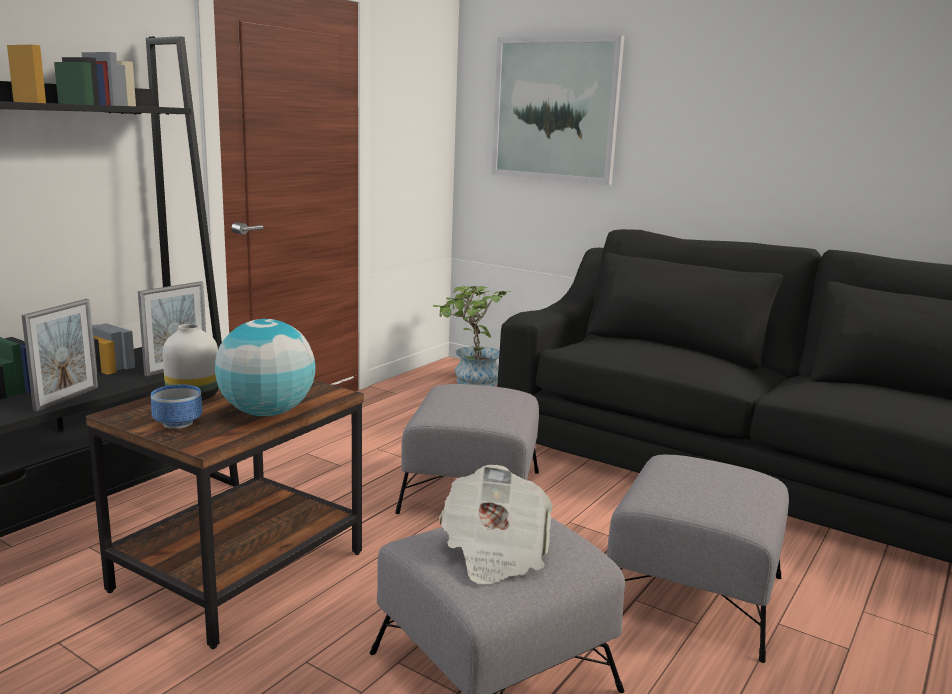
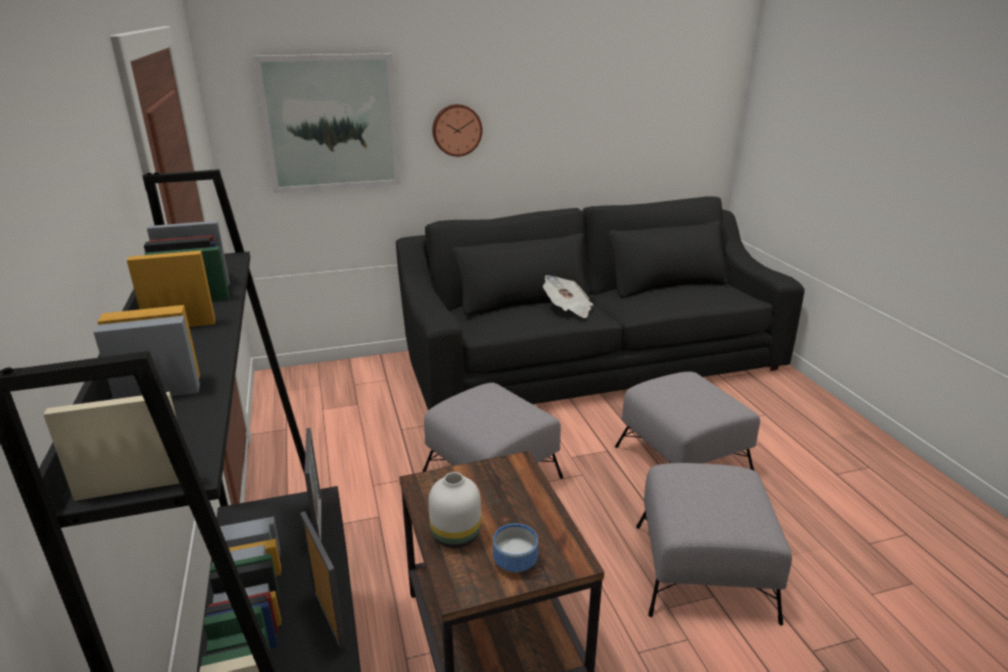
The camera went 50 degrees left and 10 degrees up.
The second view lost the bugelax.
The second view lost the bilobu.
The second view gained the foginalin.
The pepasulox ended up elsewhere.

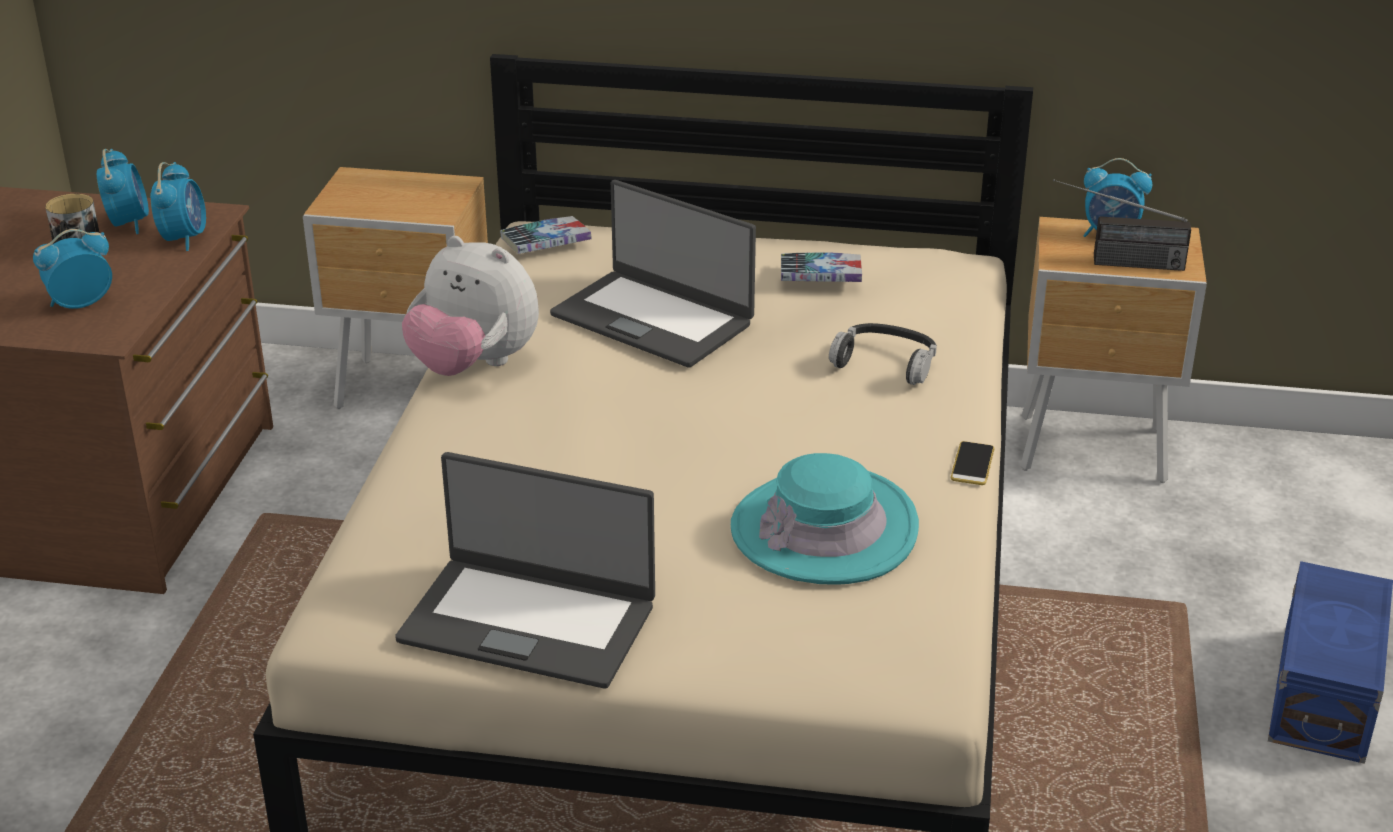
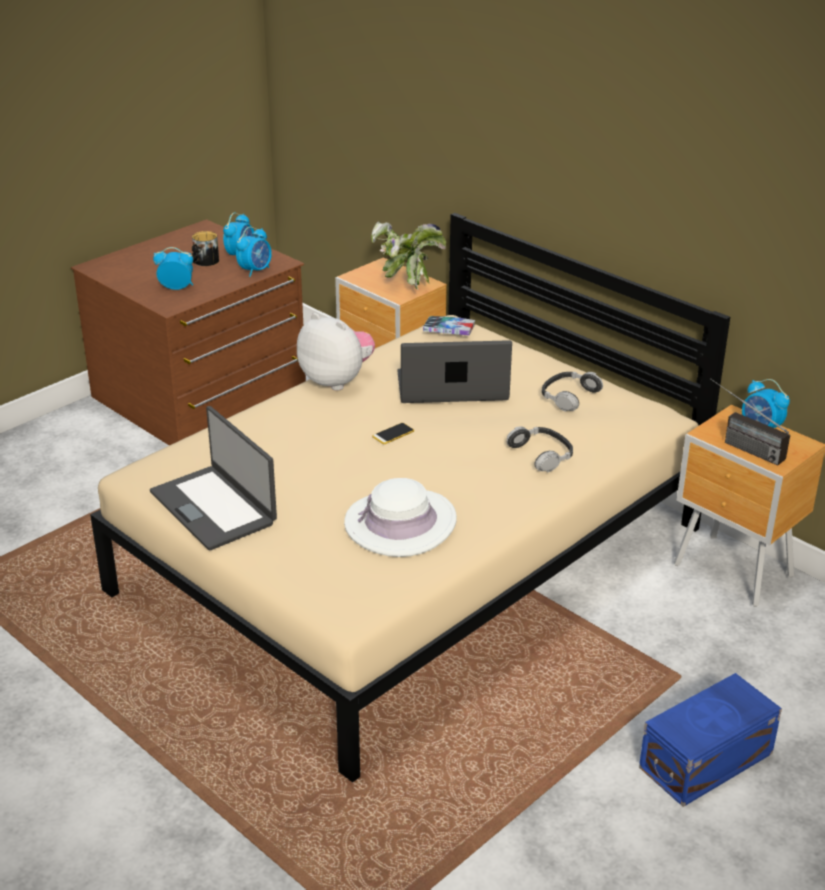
The camera went 35 degrees right and 0 degrees up.
The second view gained the bilobu.
The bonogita ended up elsewhere.
Where the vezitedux (2nd from left) stood, the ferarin (2nd from left) came to stand.
What was the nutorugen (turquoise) turned into the nutorugen (white).
The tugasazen ended up facing another way, 150 degrees clockwise from before.
The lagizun (2nd from left) ended up facing another way, 105 degrees clockwise from before.

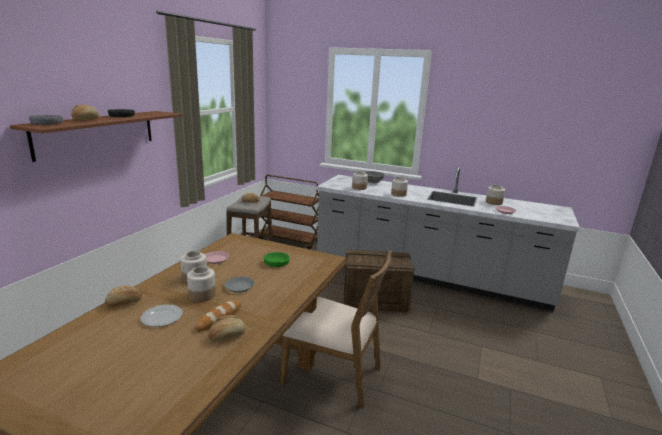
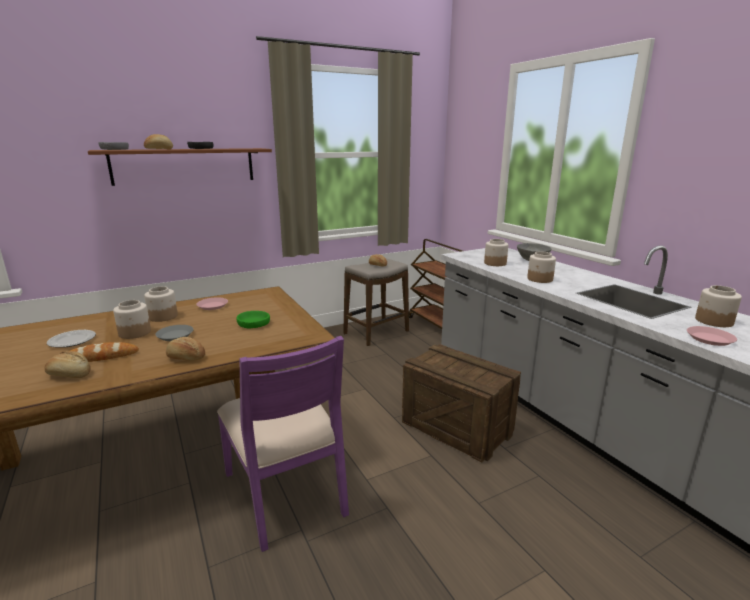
The camera went 40 degrees right and 0 degrees up.
The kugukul (2nd from left in the first image) ended up elsewhere.
What was the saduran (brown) turned into the saduran (purple).

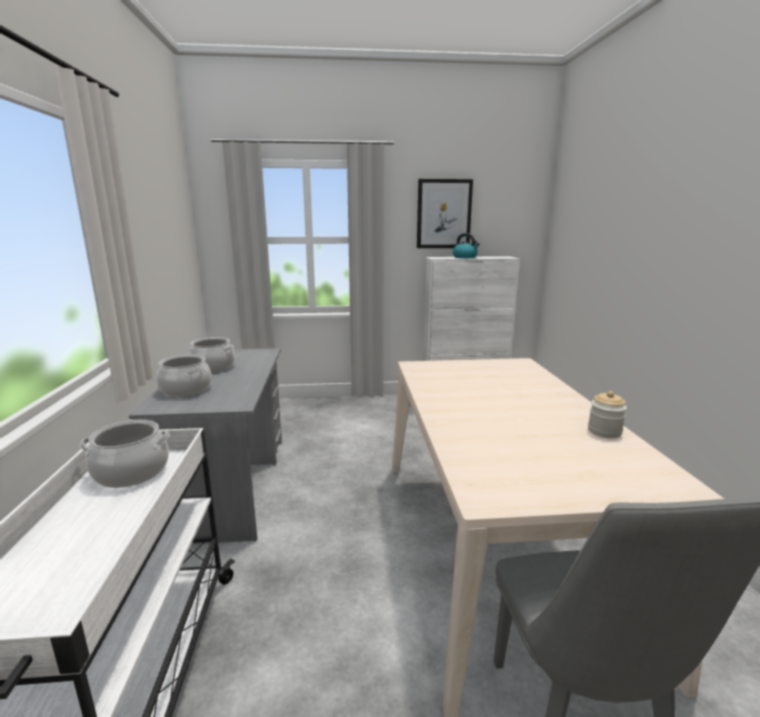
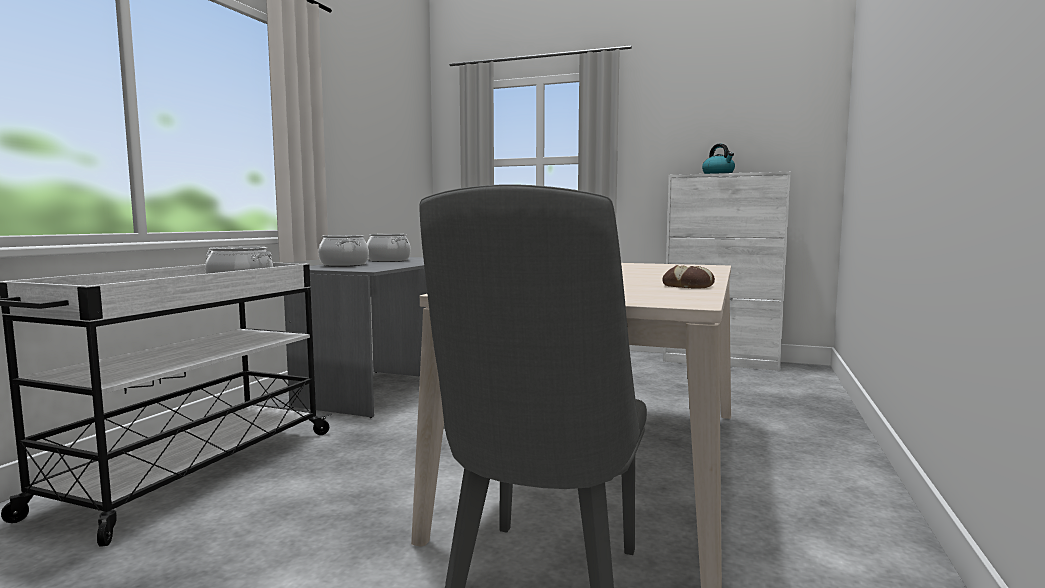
The camera went 25 degrees right and 10 degrees down.
The second view lost the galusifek.
Where the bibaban stood, the kugukul came to stand.

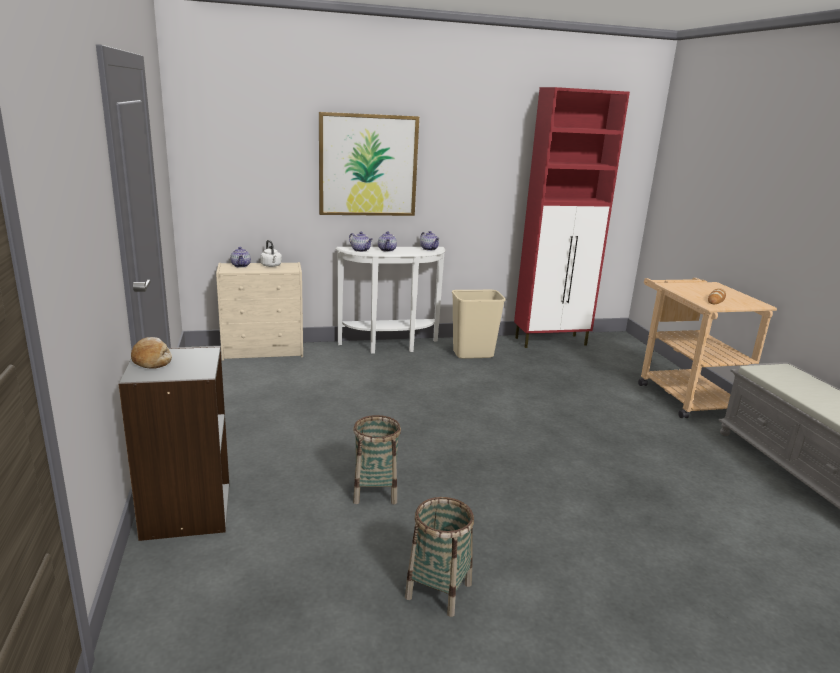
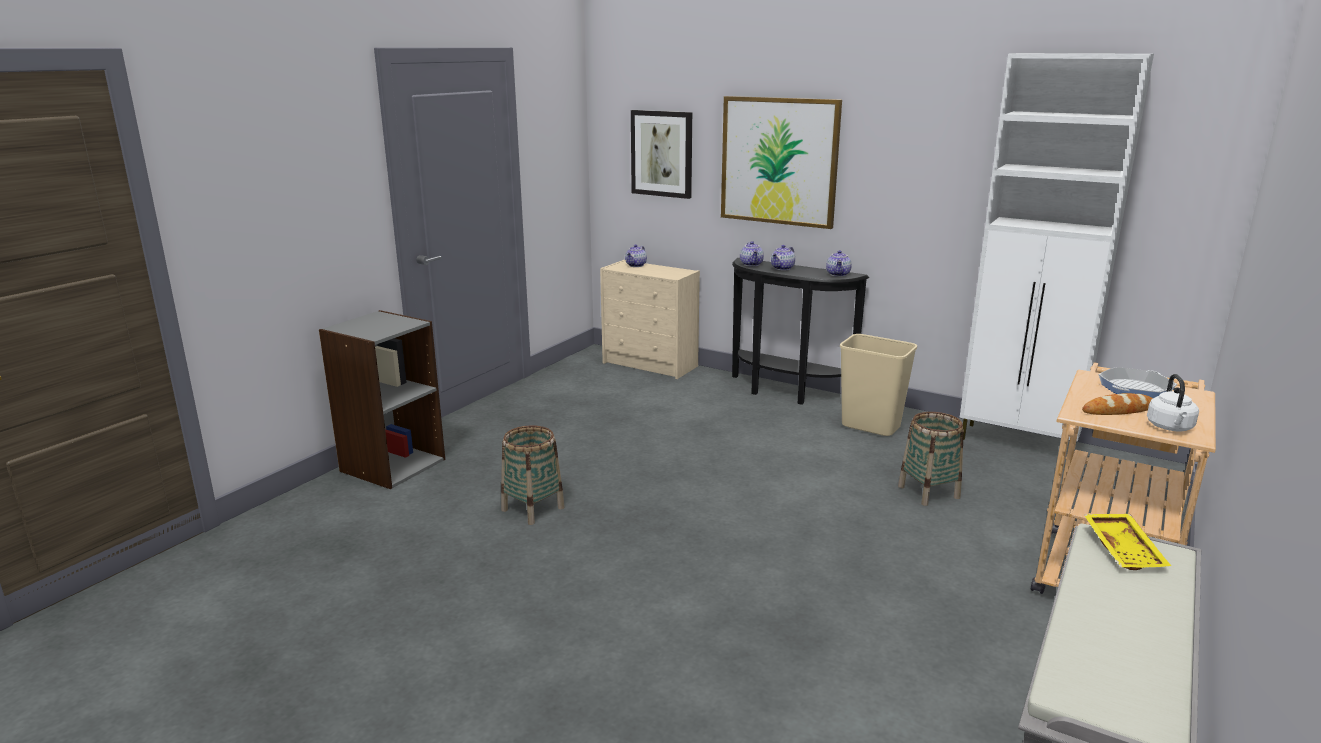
The camera went 45 degrees right and 0 degrees up.
The second view lost the kugukul (1st from left).
The second view gained the galusifek (1st from left).
The second view gained the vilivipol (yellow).
The second view gained the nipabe.
The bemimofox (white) ended up elsewhere.
The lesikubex (2nd from left) ended up elsewhere.
What was the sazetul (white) turned into the sazetul (black).
What was the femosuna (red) turned into the femosuna (white).

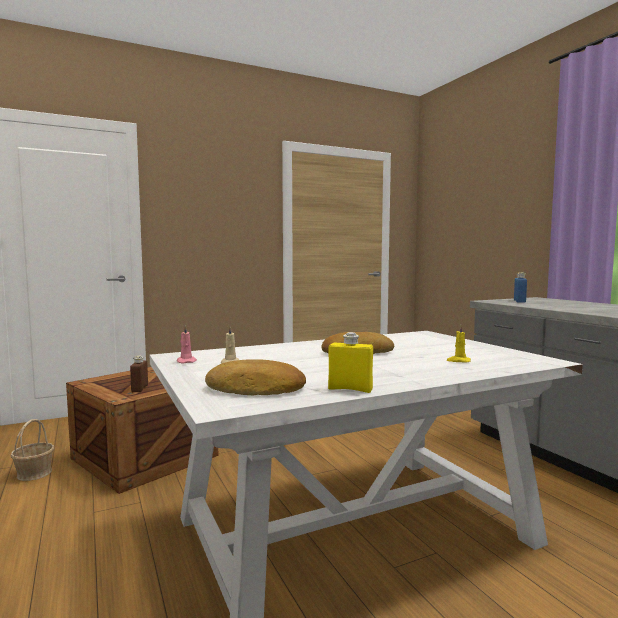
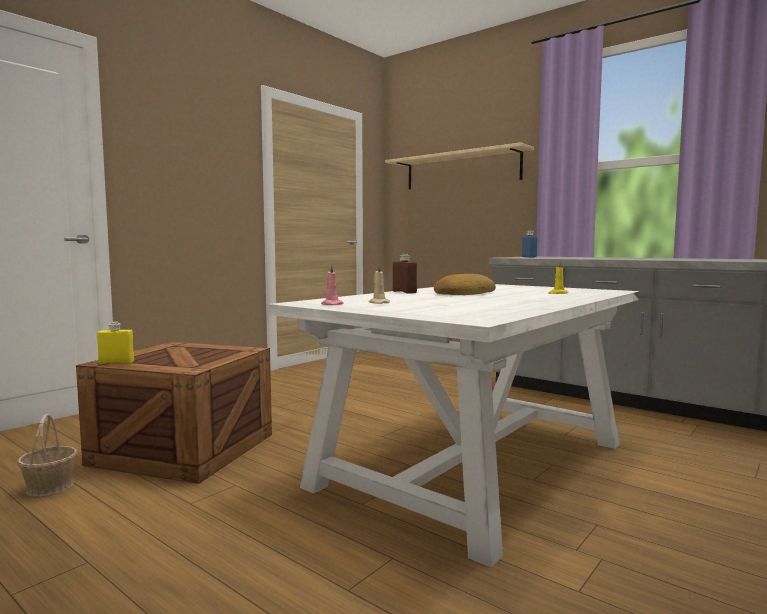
The camera went 25 degrees left and 0 degrees up.
The second view lost the kugukul (1st from left).
The second view gained the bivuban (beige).
The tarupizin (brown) ended up elsewhere.
The tarupizin (yellow) ended up elsewhere.

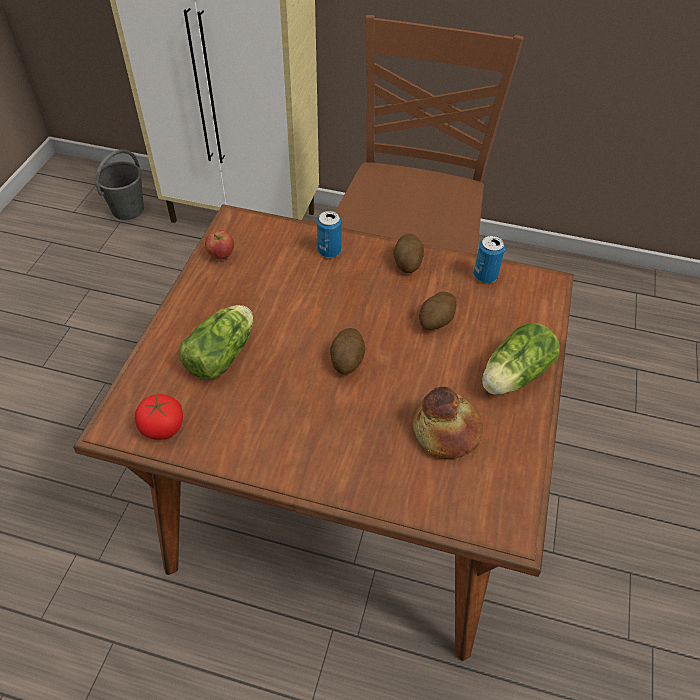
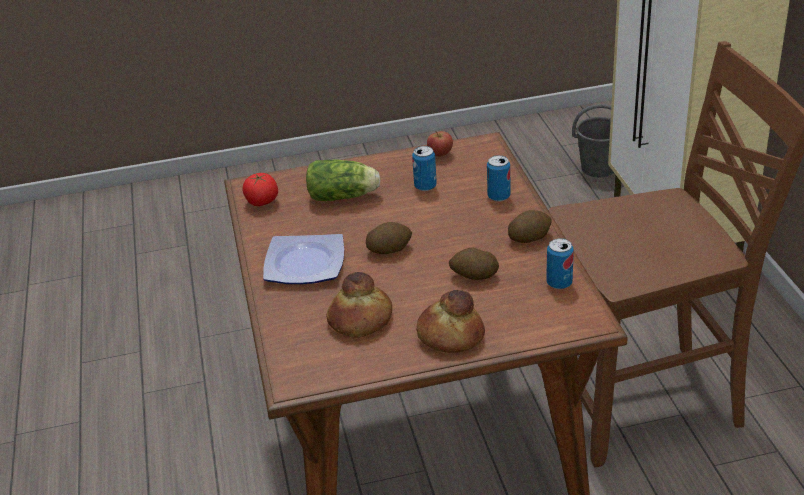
The camera went 65 degrees right and 15 degrees down.
The second view gained the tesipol.
The second view gained the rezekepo (1st from left).
Where the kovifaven (2nd from left) stood, the kugukul (2nd from left) came to stand.

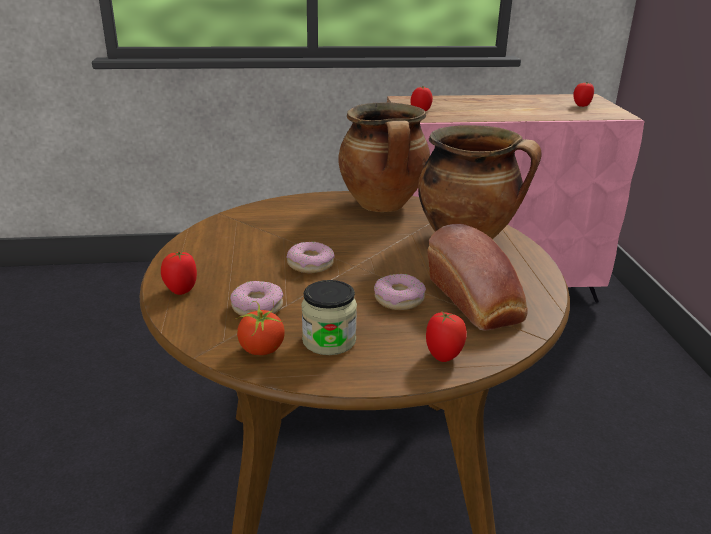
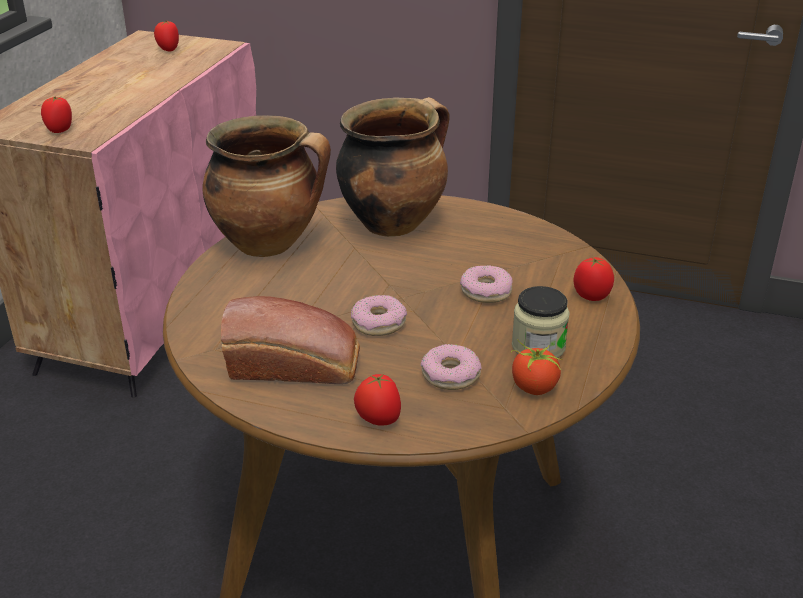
The camera went 65 degrees left and 5 degrees up.
The kugukul ended up elsewhere.

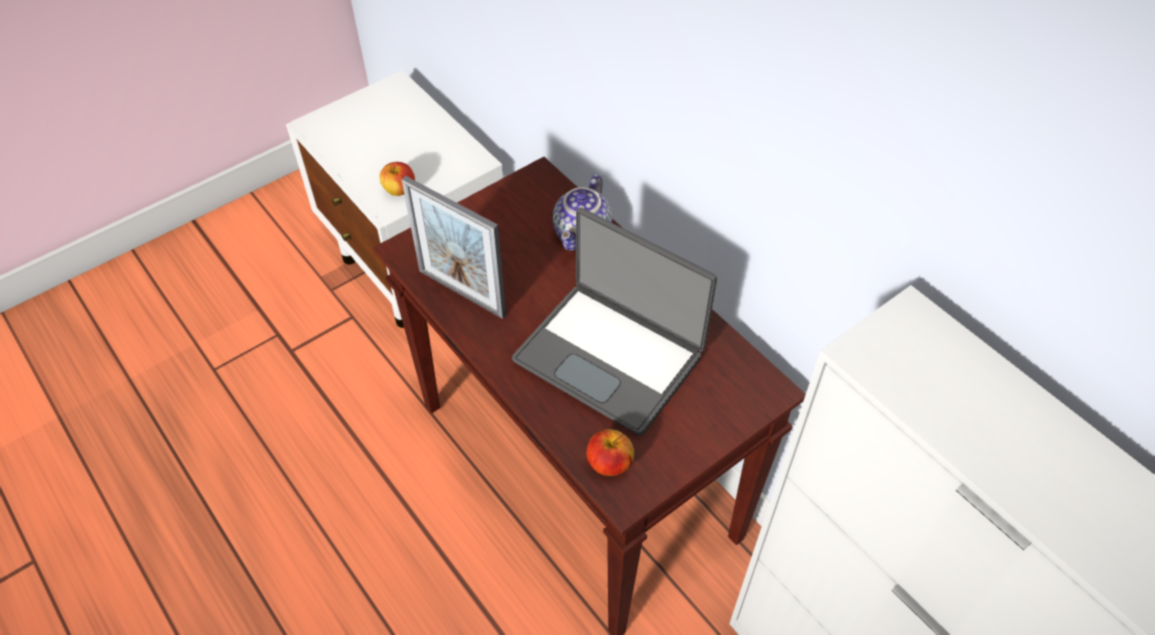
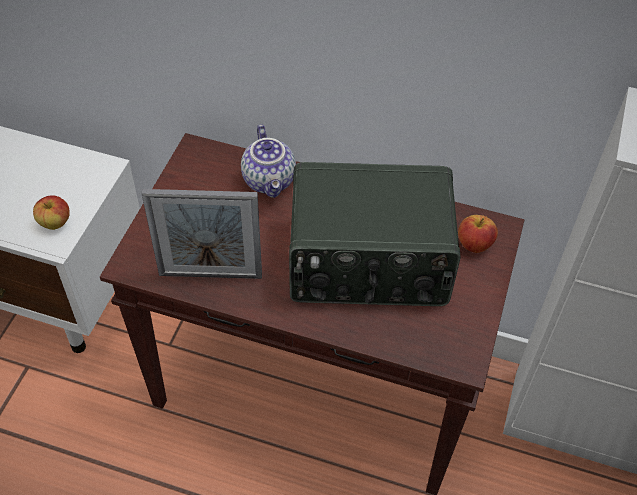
The camera went 35 degrees left and 0 degrees up.
The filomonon (2nd from left) ended up elsewhere.
Where the lagizun stood, the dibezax came to stand.

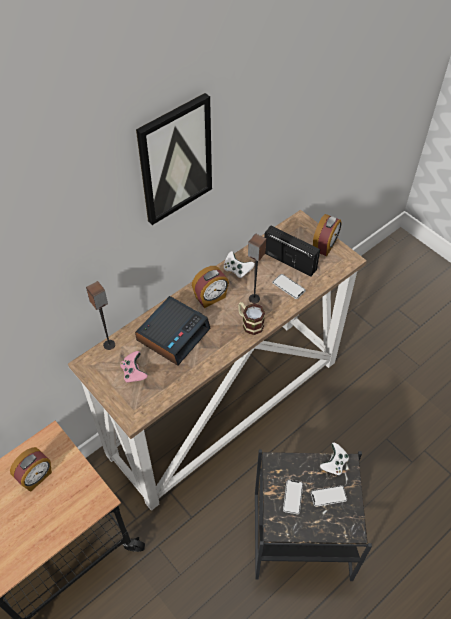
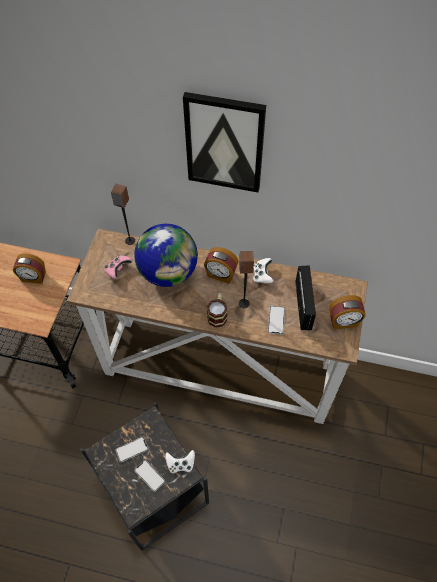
The camera went 55 degrees right and 5 degrees up.
Where the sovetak (2nd from left) stood, the bugelax came to stand.

